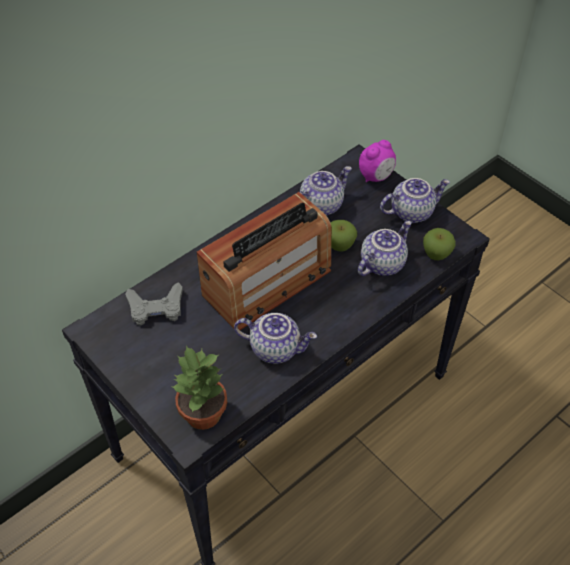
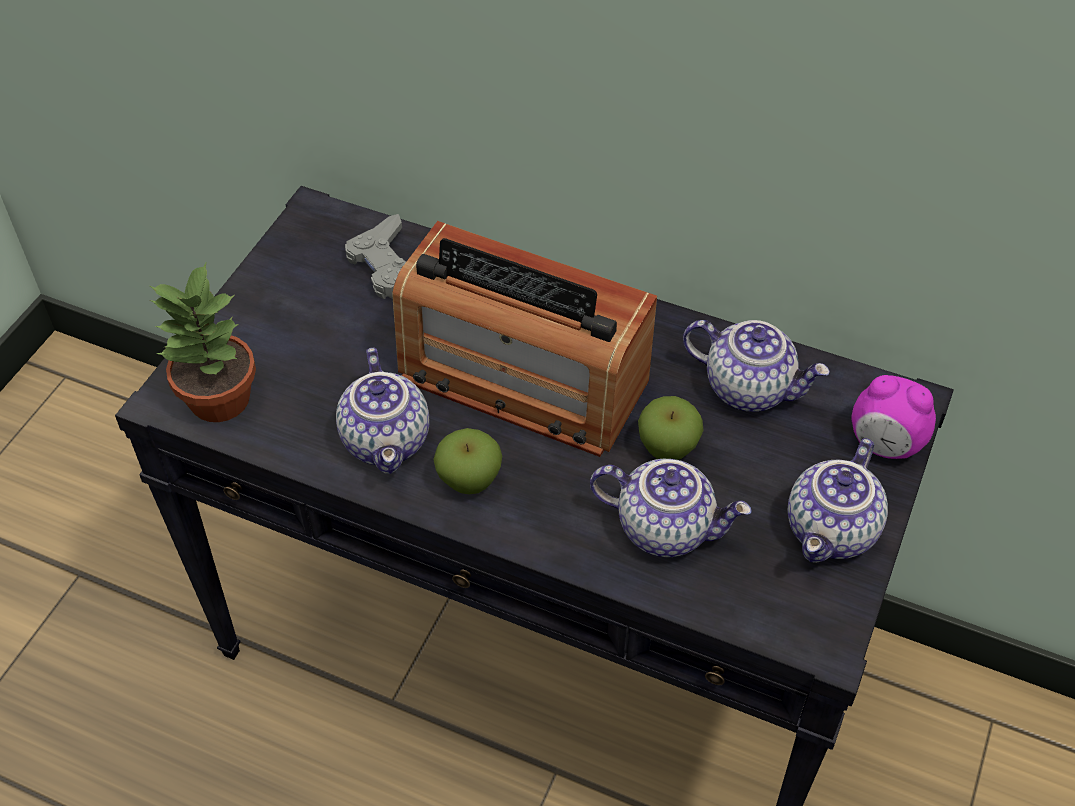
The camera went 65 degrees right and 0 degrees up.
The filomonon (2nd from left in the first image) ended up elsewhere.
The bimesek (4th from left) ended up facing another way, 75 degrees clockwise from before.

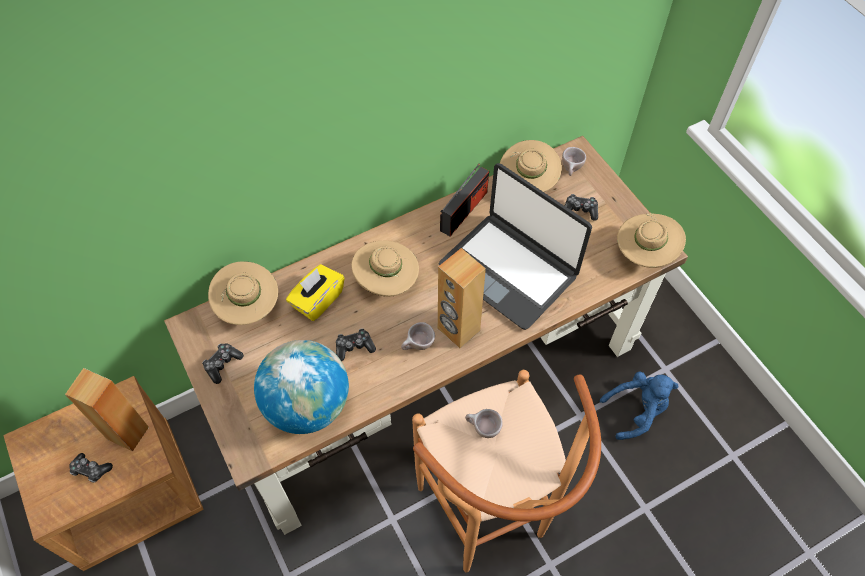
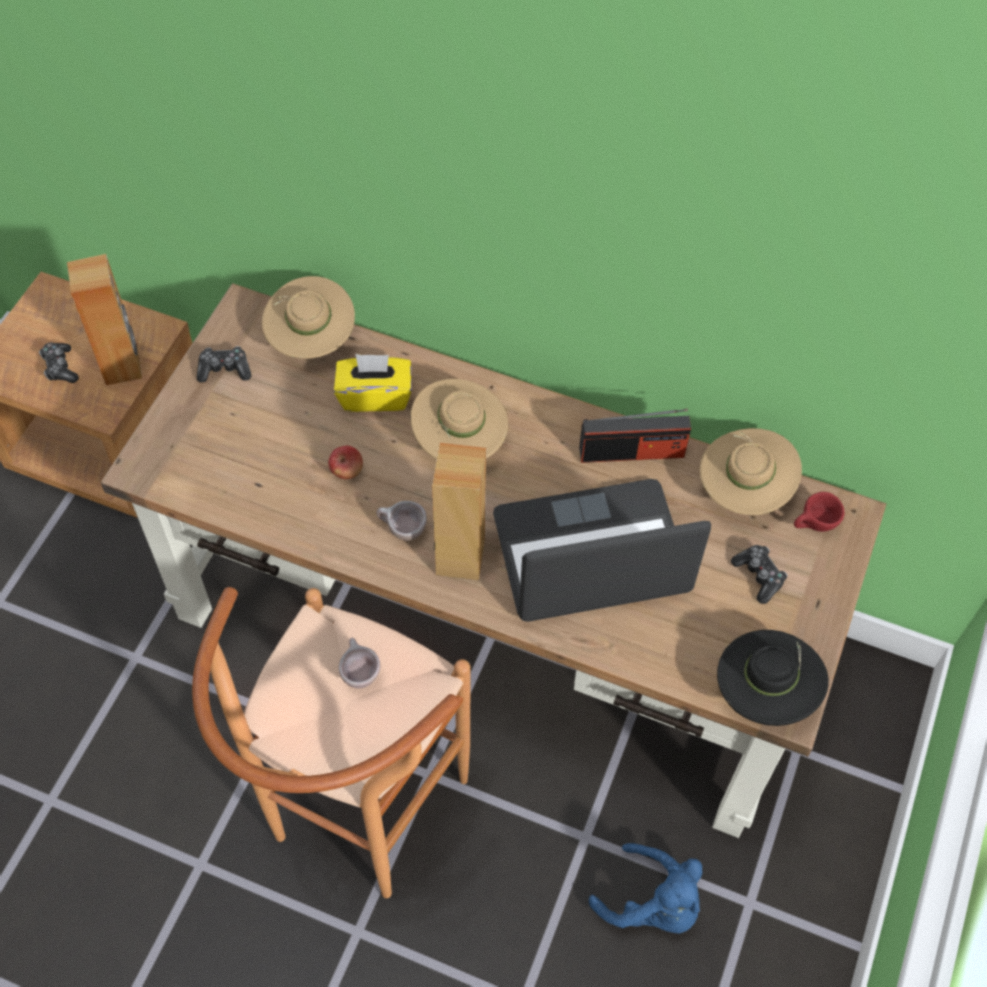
The camera went 50 degrees right and 0 degrees up.
The second view lost the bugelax.
Where the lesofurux (3rd from left) stood, the filomonon came to stand.
What was the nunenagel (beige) (3rd from left) turned into the nunenagel (red).
What was the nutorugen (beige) (4th from left) turned into the nutorugen (black).
The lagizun ended up facing another way, 75 degrees clockwise from before.

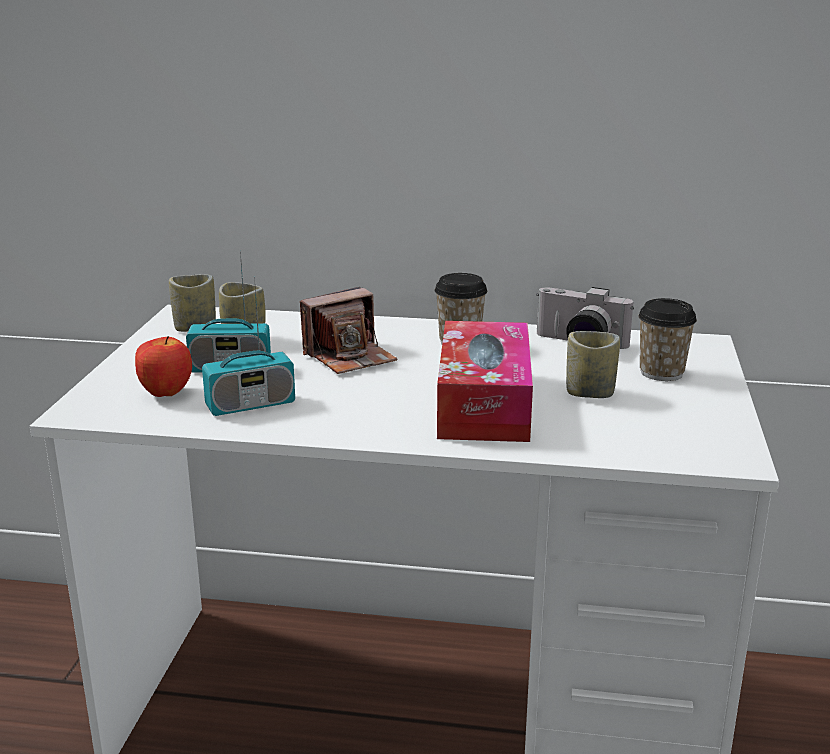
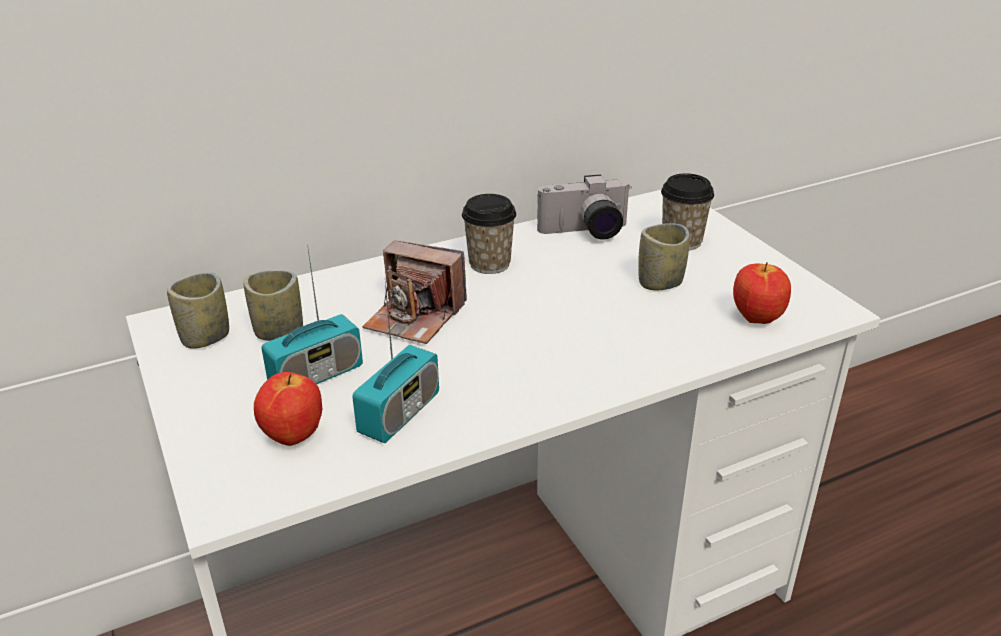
The camera went 35 degrees left and 10 degrees up.
The second view lost the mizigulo.
The second view gained the filomonon (2nd from left).
The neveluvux (1st from left) ended up facing another way, 90 degrees clockwise from before.

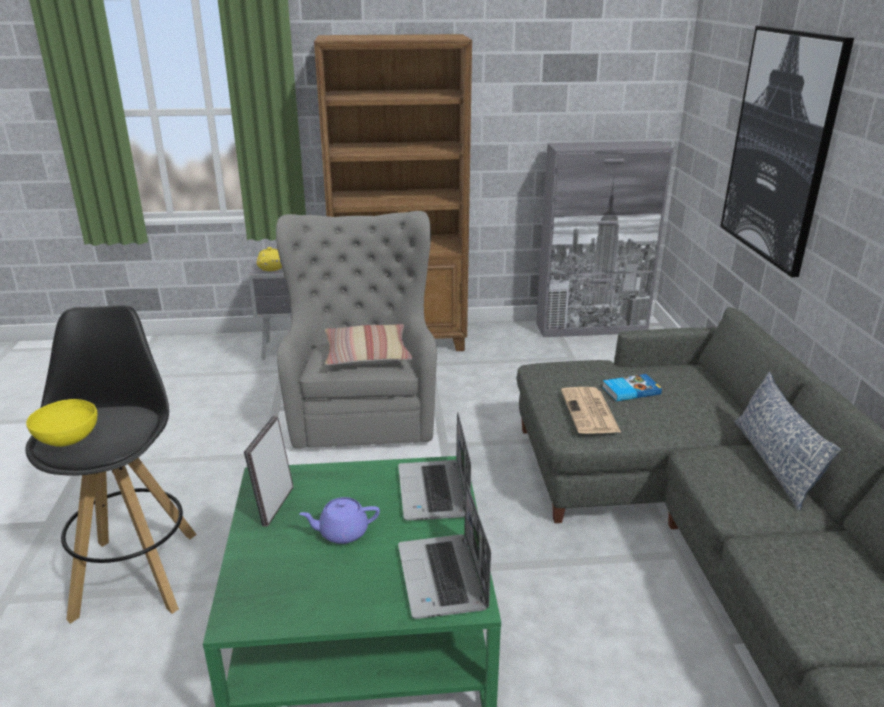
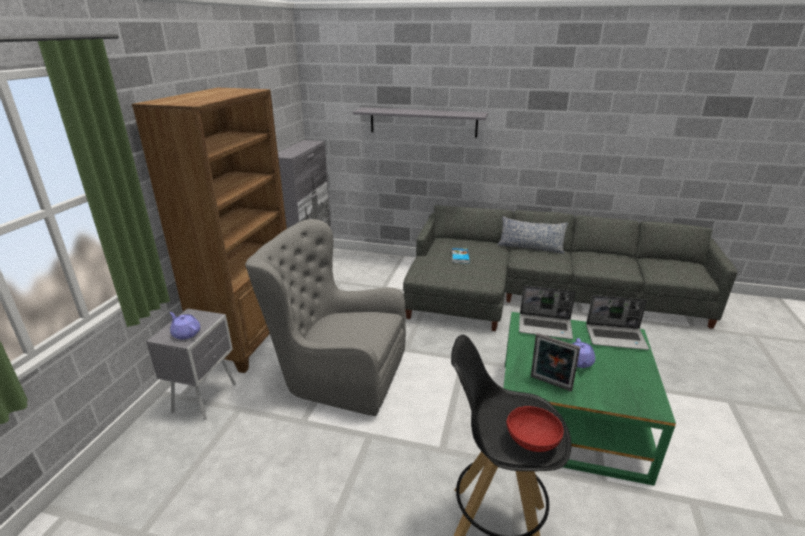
The camera went 70 degrees left and 0 degrees up.
The second view lost the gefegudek (1st from left).
The second view lost the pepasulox.
Where the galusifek hung, the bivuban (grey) came to hang.
What was the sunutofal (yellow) turned into the sunutofal (red).
What was the bimesek (yellow) turned into the bimesek (purple) (1st from left).

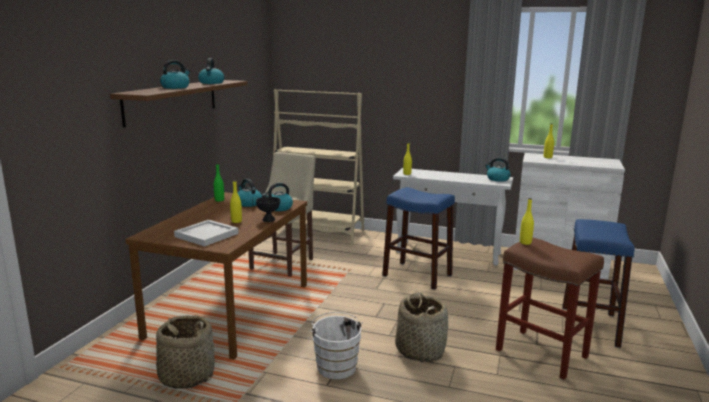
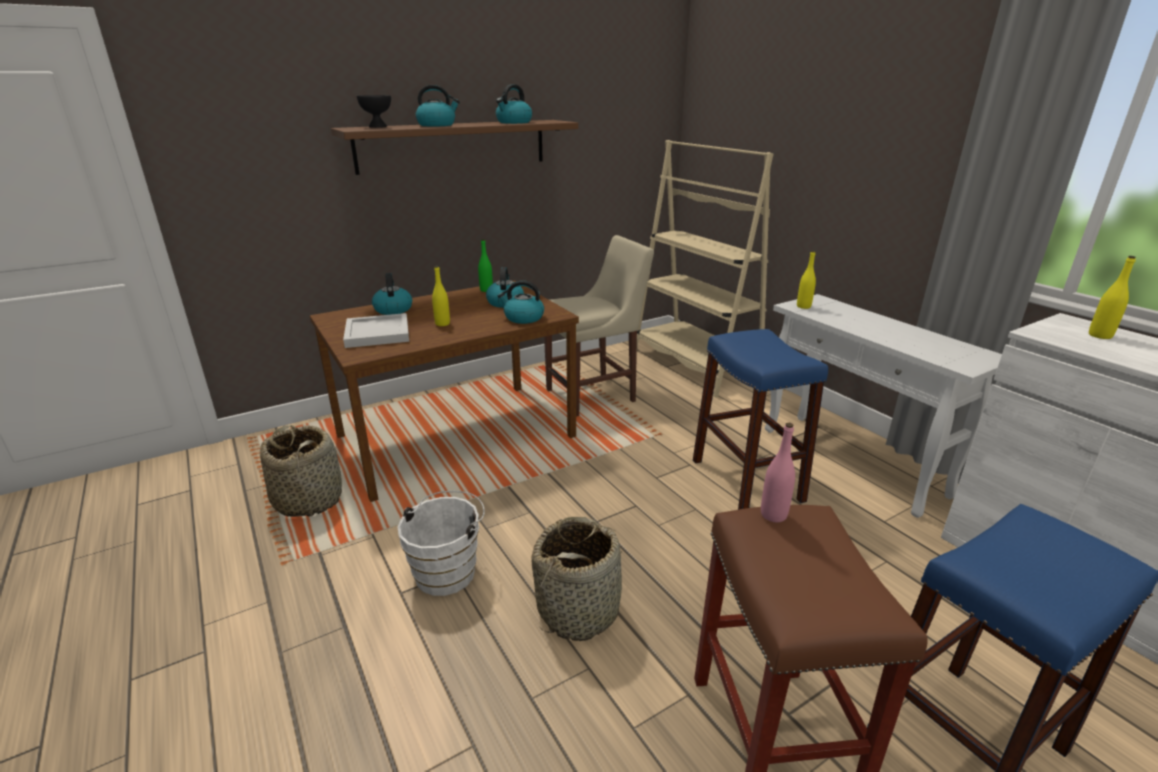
The camera went 40 degrees right and 10 degrees up.
The sunutofal (black) ended up elsewhere.
The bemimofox (5th from left in the first image) ended up elsewhere.
What was the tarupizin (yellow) (3rd from left) turned into the tarupizin (pink).

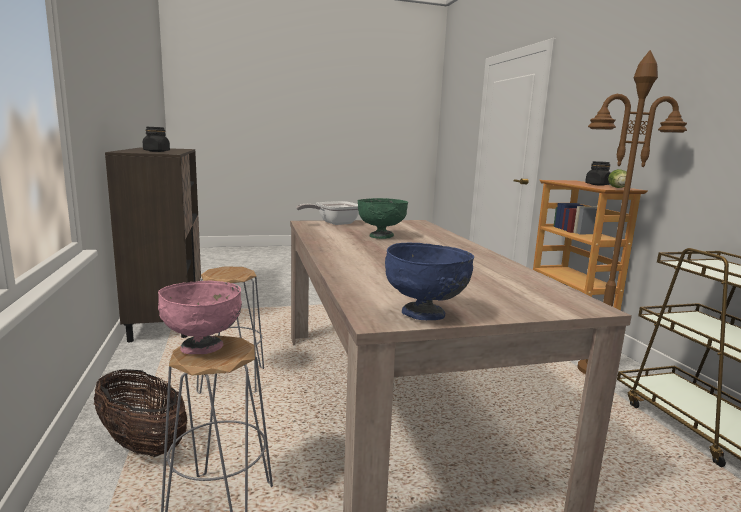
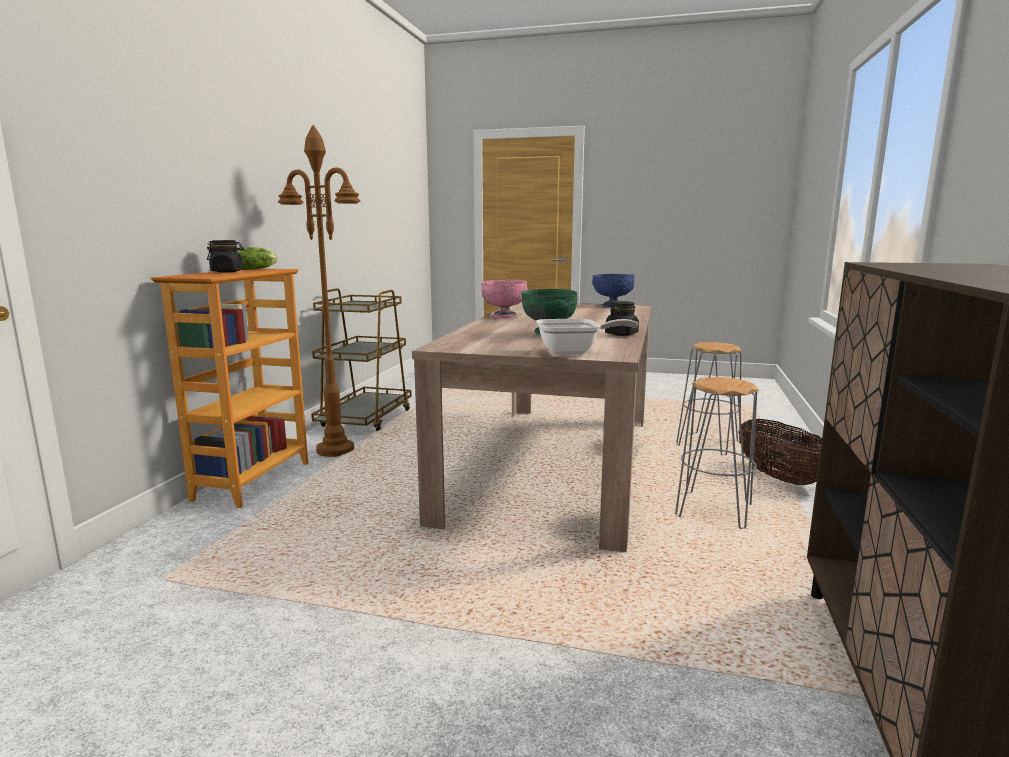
The camera went 150 degrees left and 0 degrees up.
The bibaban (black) (1st from left in the first image) ended up elsewhere.
The sunutofal (pink) ended up elsewhere.

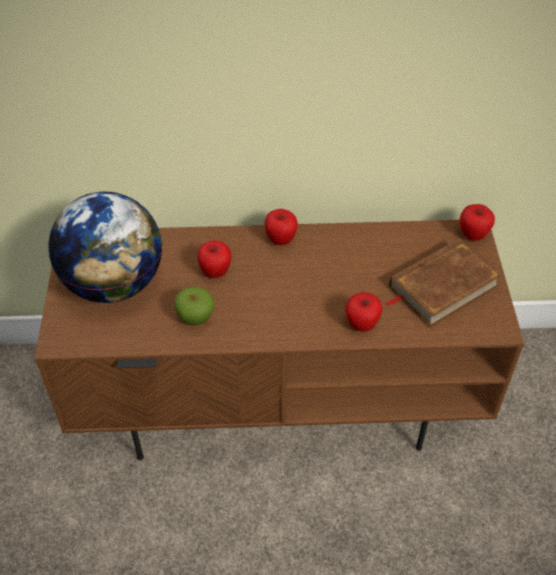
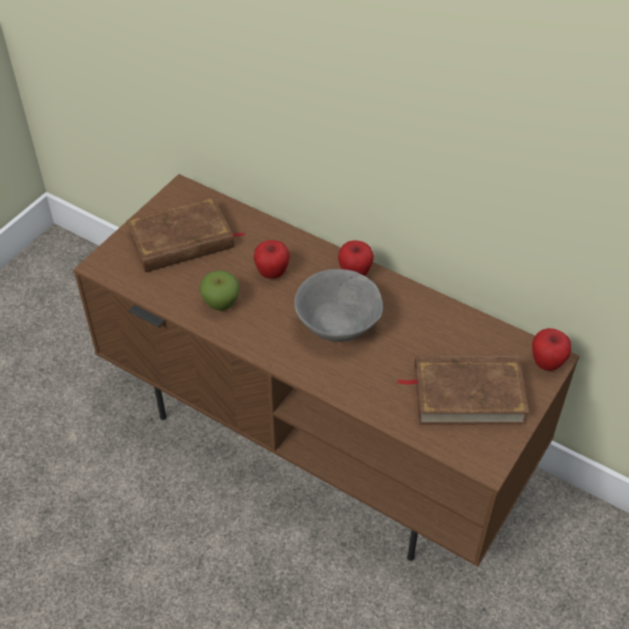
The camera went 35 degrees right and 0 degrees up.
The second view lost the filomonon (4th from left).
The second view gained the sunutofal (grey).
Where the bugelax stood, the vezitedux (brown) (1st from left) came to stand.

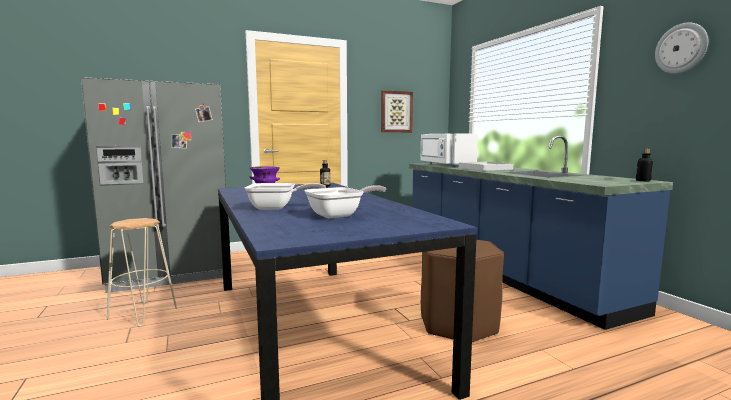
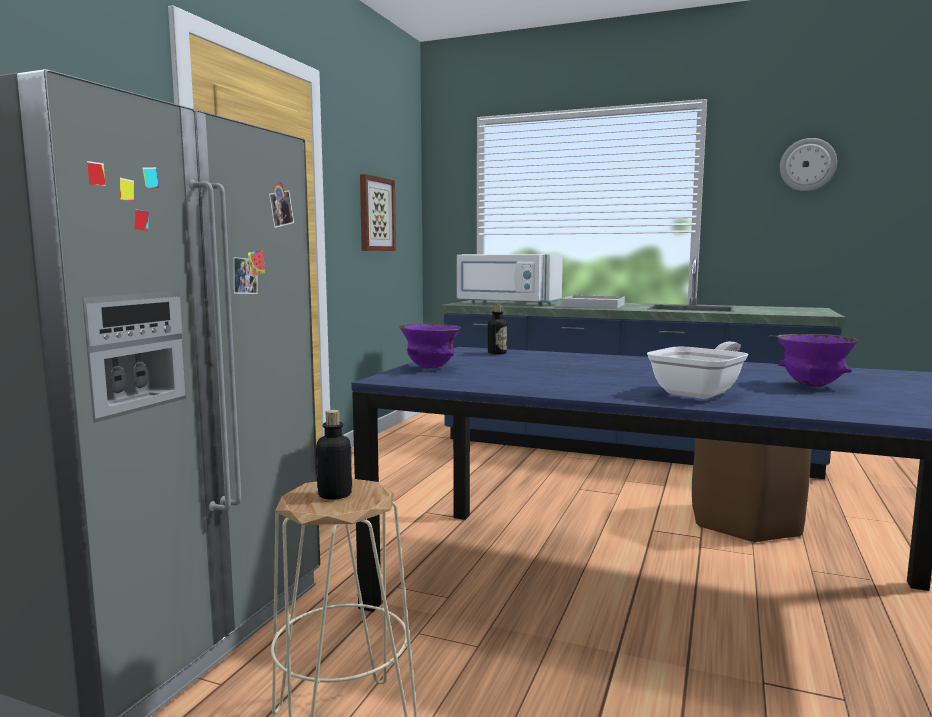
The camera went 45 degrees left and 0 degrees up.
The tarupizin (2nd from left in the first image) ended up elsewhere.
Where the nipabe (2nd from left) stood, the sunutofal (purple) (2nd from left) came to stand.

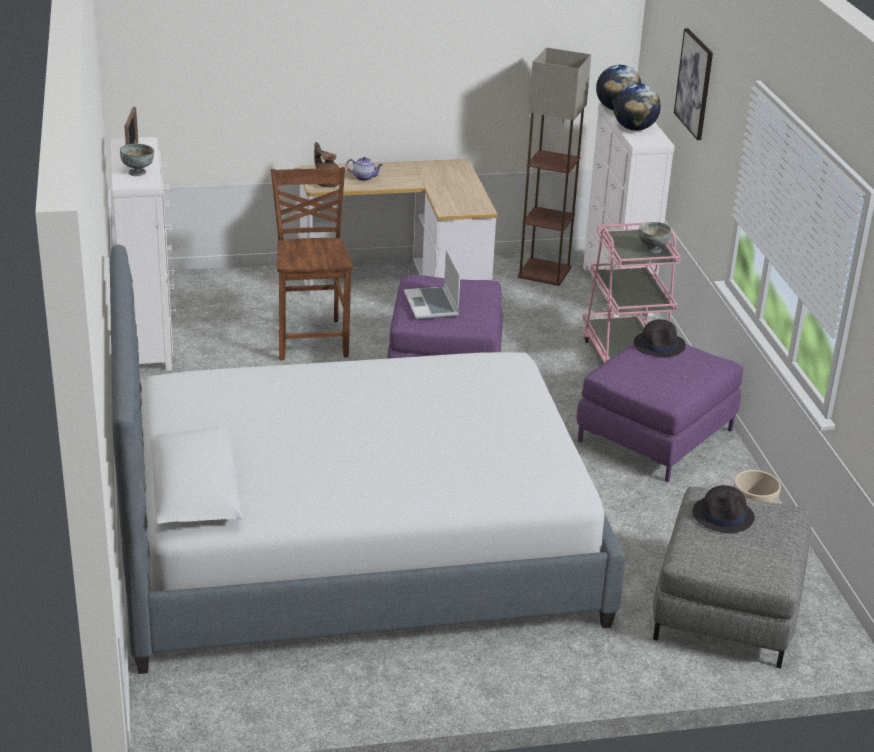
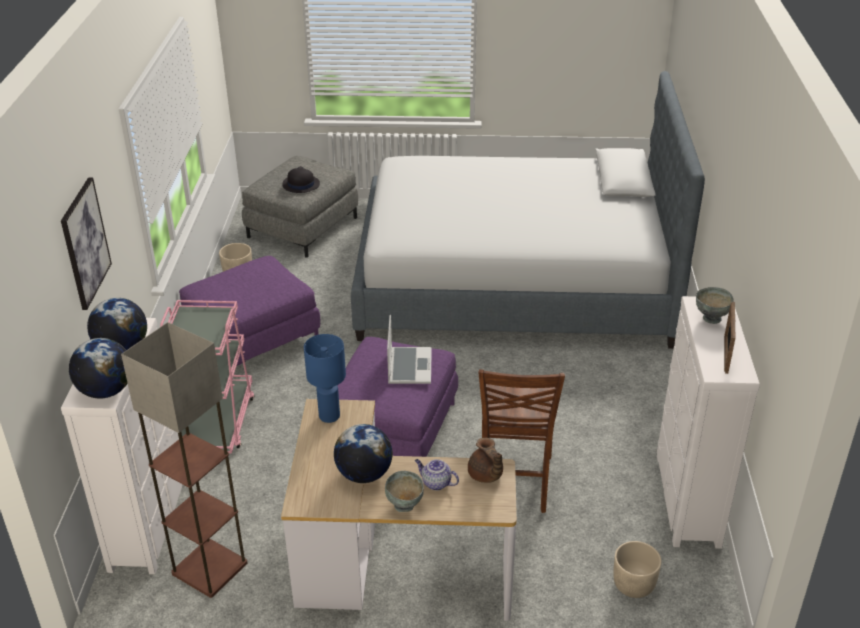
The camera went 165 degrees left and 5 degrees up.
The second view lost the nutorugen (black) (1st from left).
The second view gained the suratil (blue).
The second view gained the bugelax (3rd from left).
The second view gained the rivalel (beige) (2nd from left).
The sunutofal (grey) (2nd from left in the first image) ended up elsewhere.

